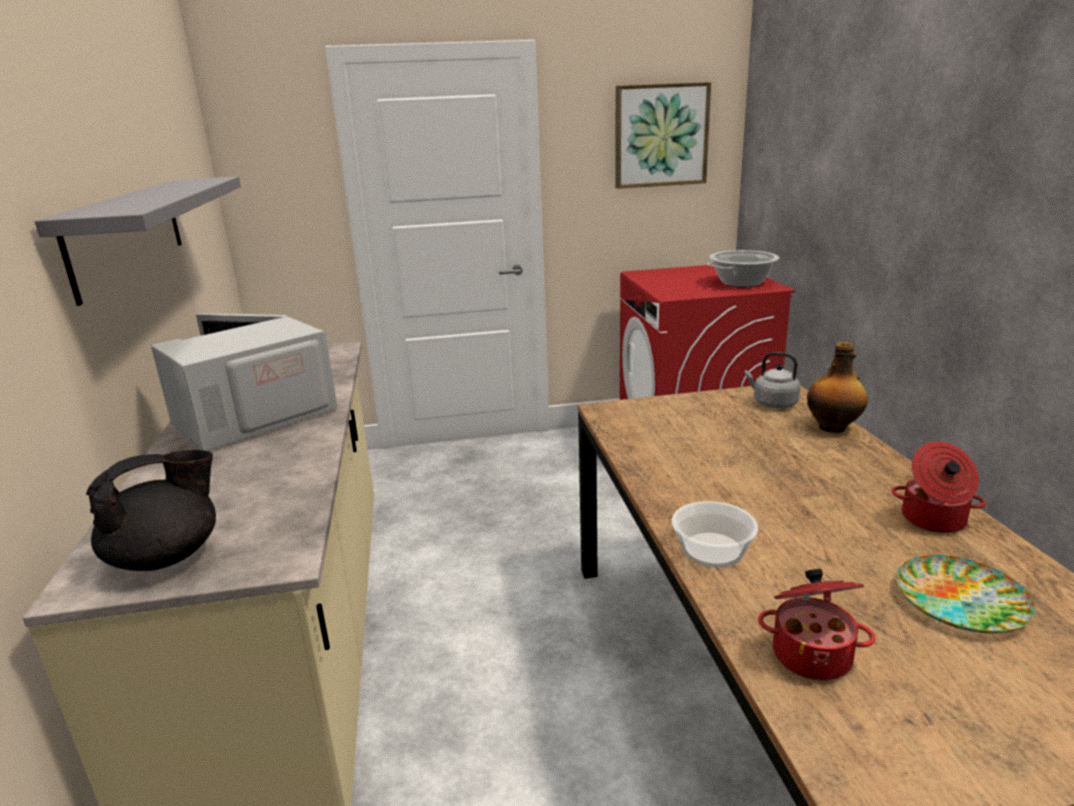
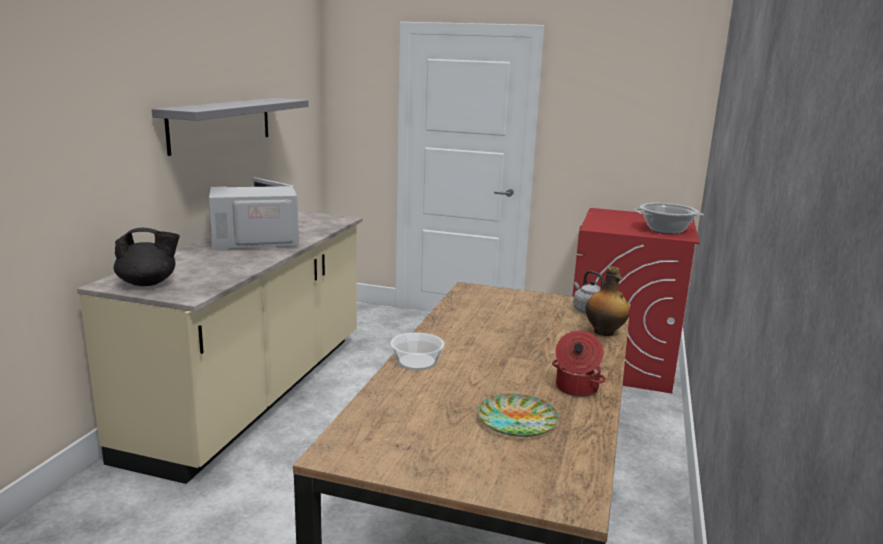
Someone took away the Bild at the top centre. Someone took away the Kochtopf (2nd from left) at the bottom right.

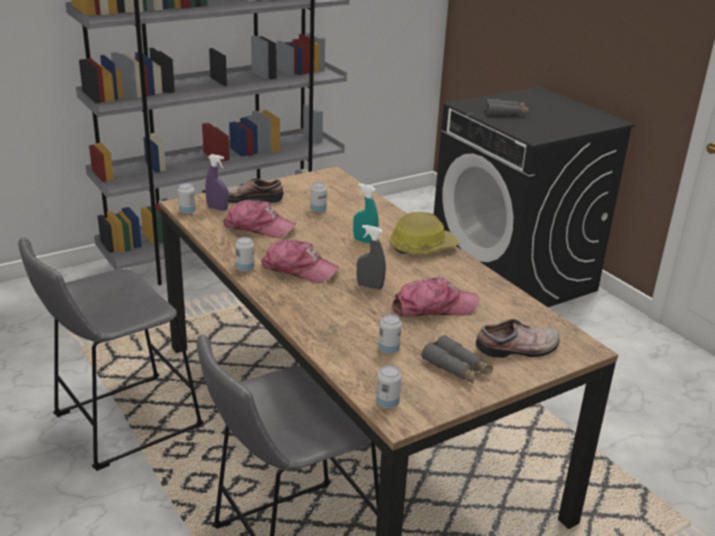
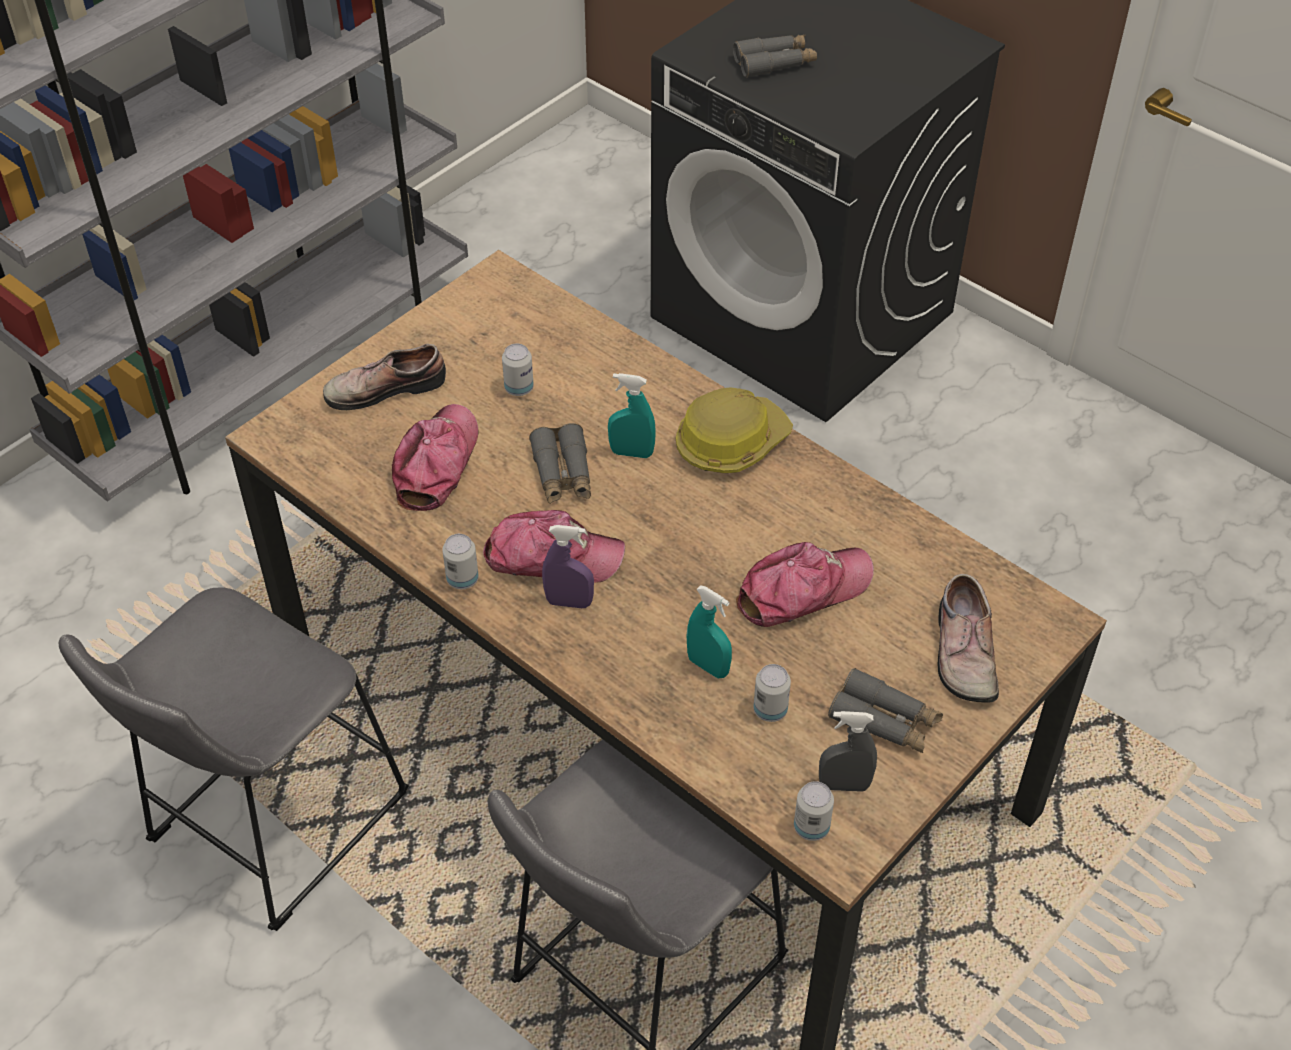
Someone carried the Sprühflasche/lila from the middle left to the centre. Someone took away the Dose (1st from left) at the middle left. Someone rotated the Kappe (1st from left) at the centre by 75 degrees counterclockwise. Someone carried the Sprühflasche/grau from the centre to the bottom centre. Someone rotated the Schuh (2nd from left) at the middle right by 120 degrees clockwise. Someone put down the Fernglas/grau (1st from left) at the centre. Someone put down the Sprühflasche/türkis (2nd from left) at the centre.

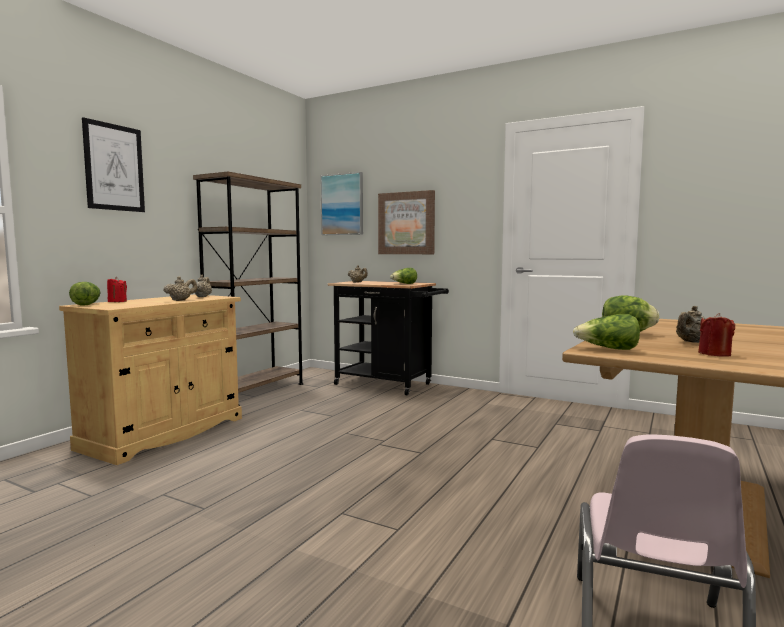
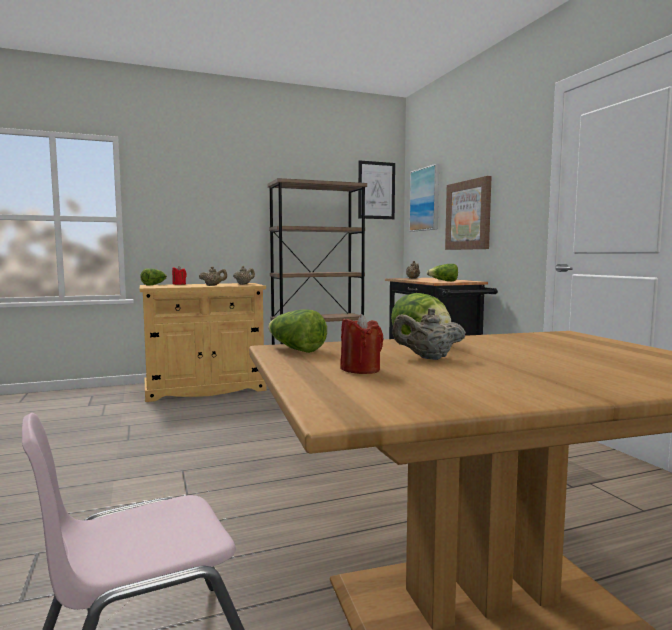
Someone carried the Bild (1st from left) from the top left to the top centre.

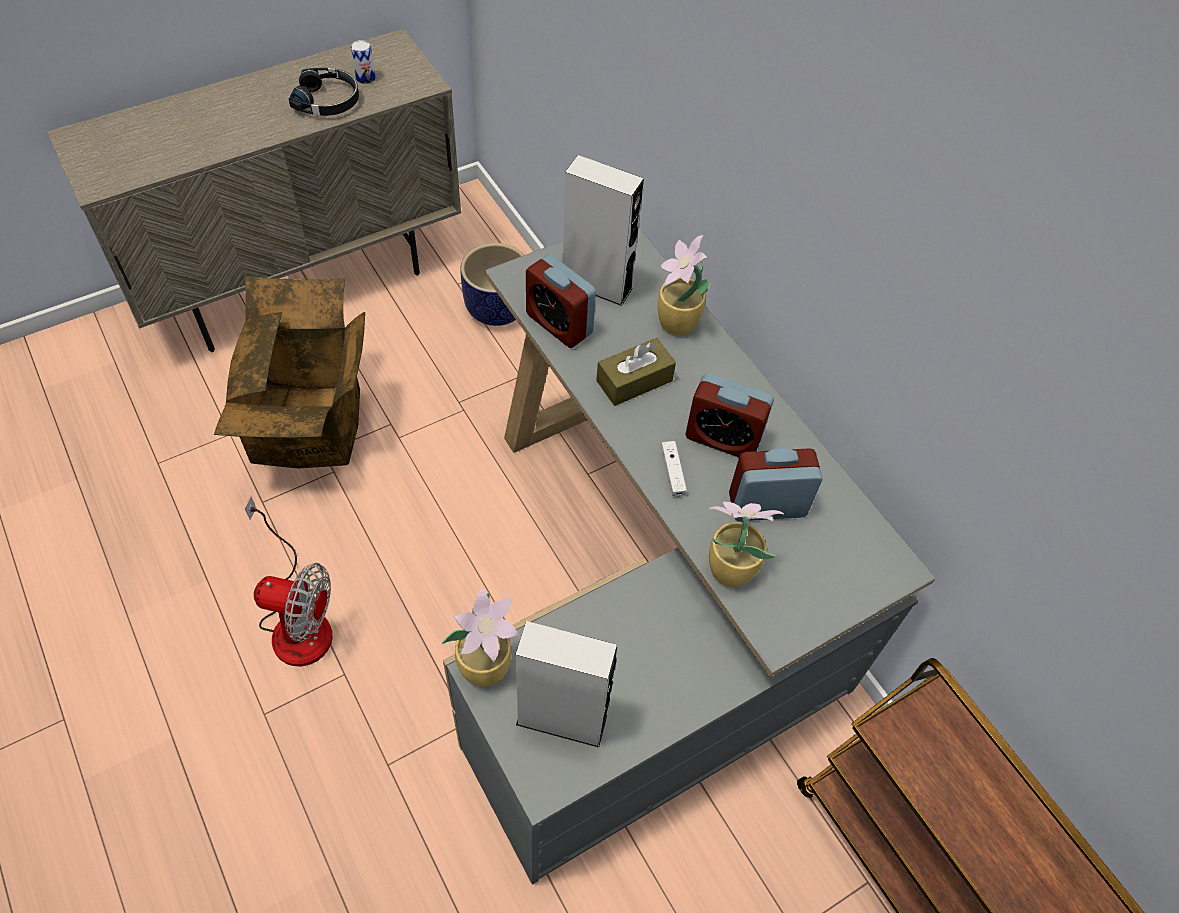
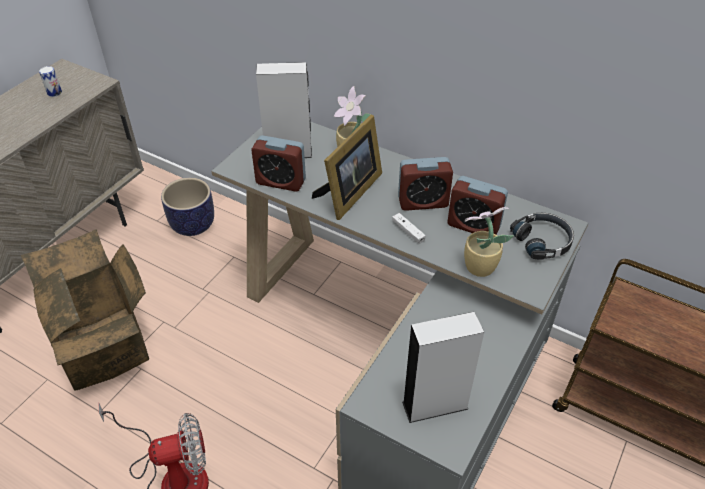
Someone carried the Kopfhörer/schwarz from the top left to the middle right. Someone swapped the Taschentuchbox/braun at the centre for the Bilderrahmen at the centre. Someone rotated the Wecker (3rd from left) at the centre by 120 degrees counterclockwise. Someone took away the Topfpflanze (1st from left) at the bottom centre.

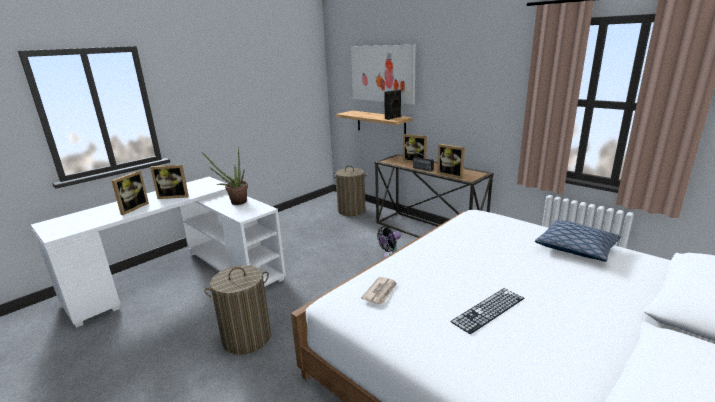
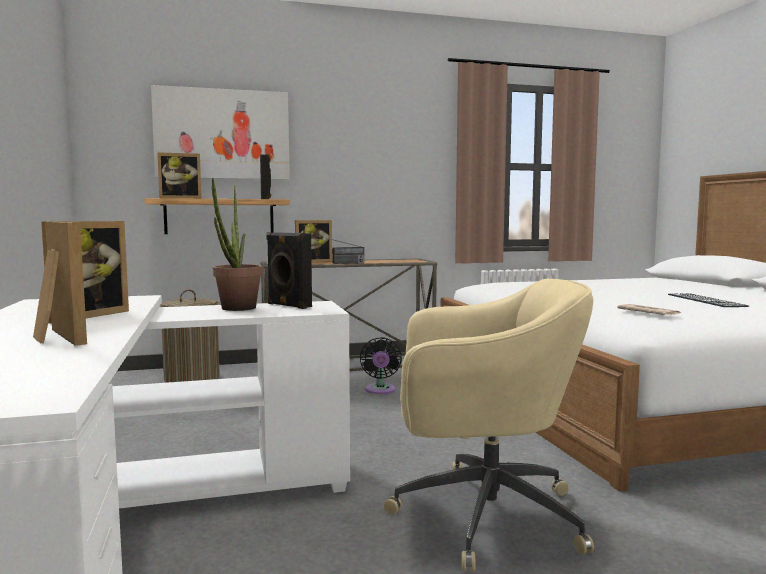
Someone carried the Bilderrahmen (4th from left in the first image) from the centre to the top left. Someone took away the Kissen at the middle right. Someone swapped the Wäschekorb (1st from left) at the bottom left for the Bürostuhl/beige at the bottom centre. Someone put down the Lautsprecher/schwarz (2nd from left) at the centre.

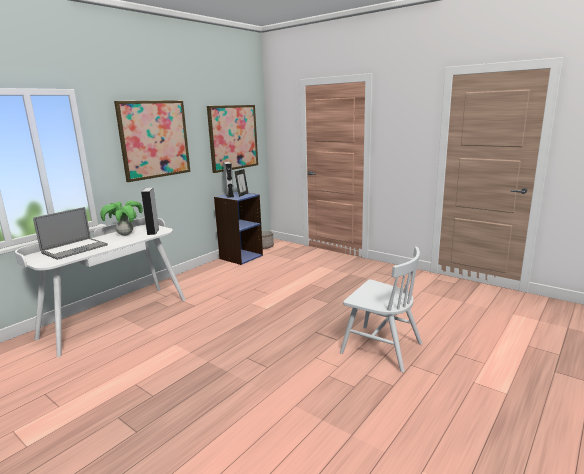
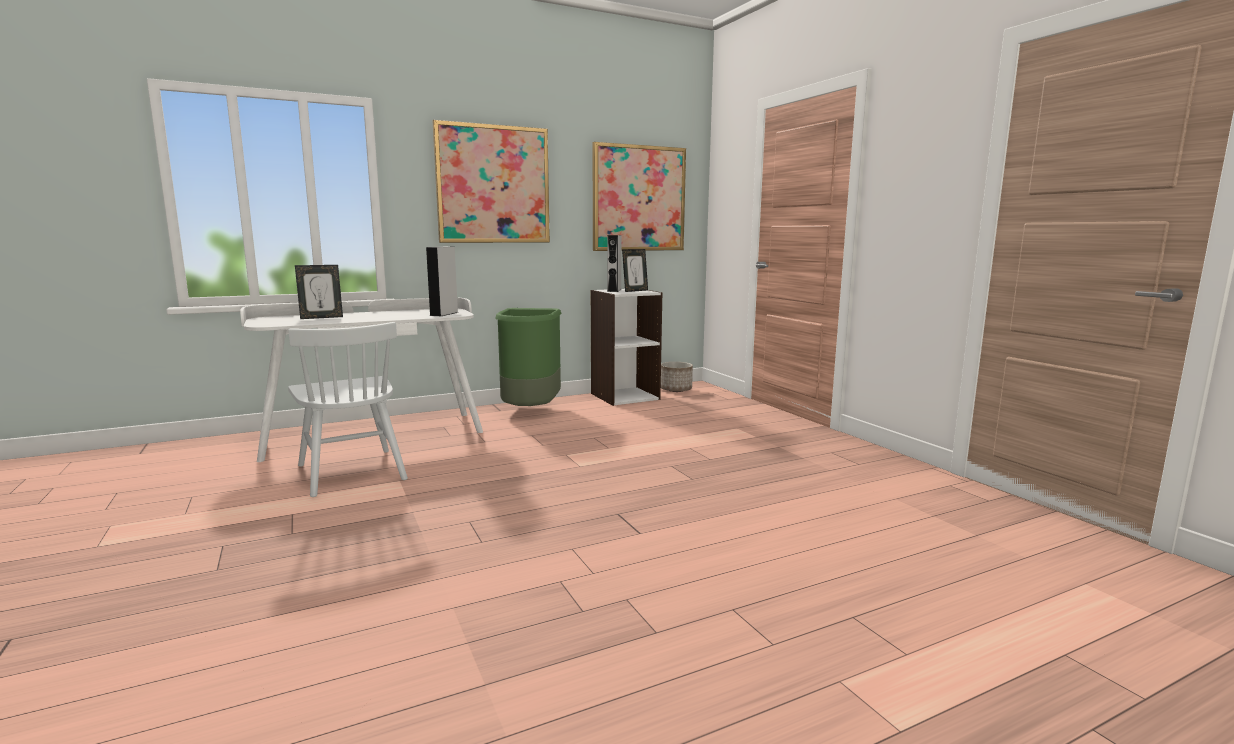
Someone repainted the Bücherregal/blau at the centre, which became the Bücherregal/weiß at the centre. Someone took away the Topfpflanze at the middle left. Someone swapped the Laptop at the middle left for the Bilderrahmen (1st from left) at the middle left. Someone carried the Stuhl/weiß from the centre to the middle left. Someone put down the Mülleimer/grün at the centre.

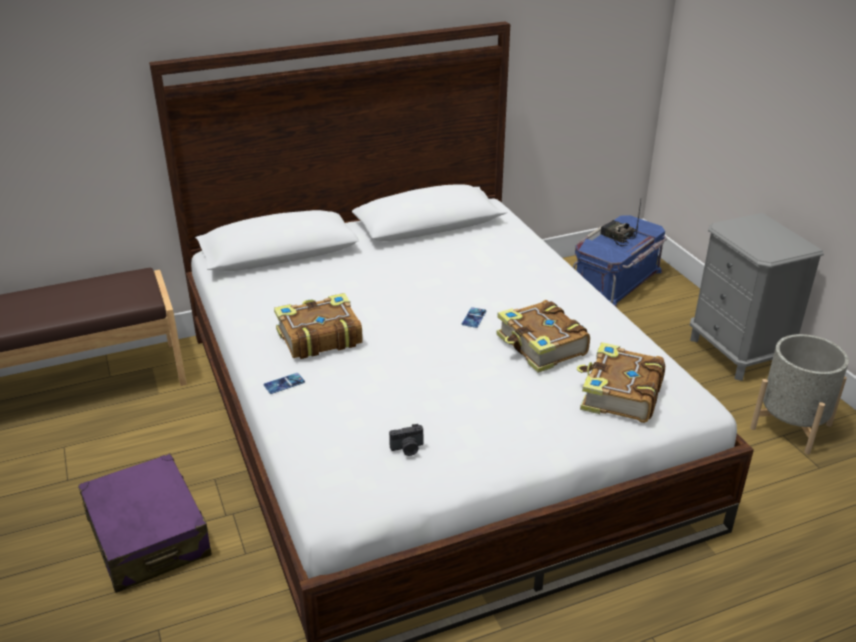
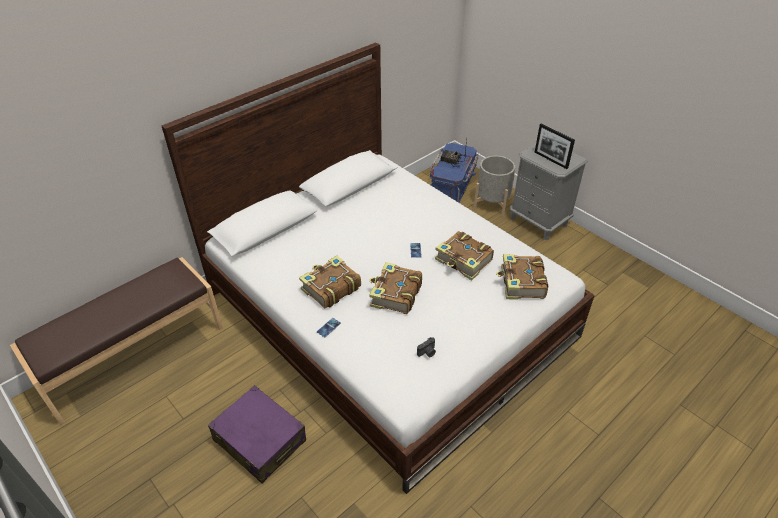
Someone carried the Pflanzkübel/grau from the middle right to the centre. Someone put down the Bilderrahmen at the top right. Someone put down the Buch (2nd from left) at the centre.

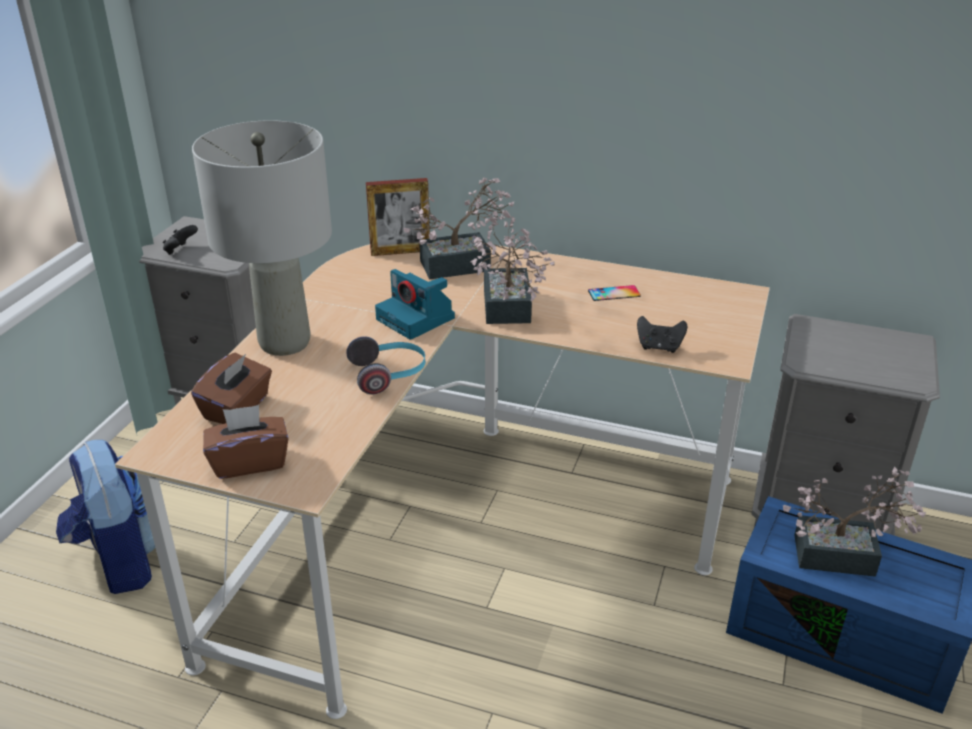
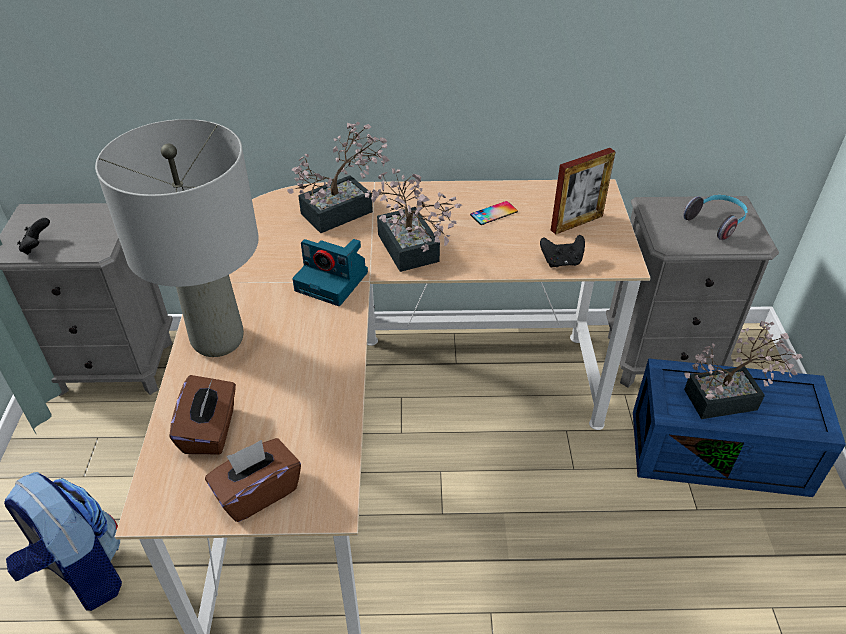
Someone carried the Bilderrahmen from the top centre to the top right. Someone carried the Kopfhörer from the centre to the middle right.

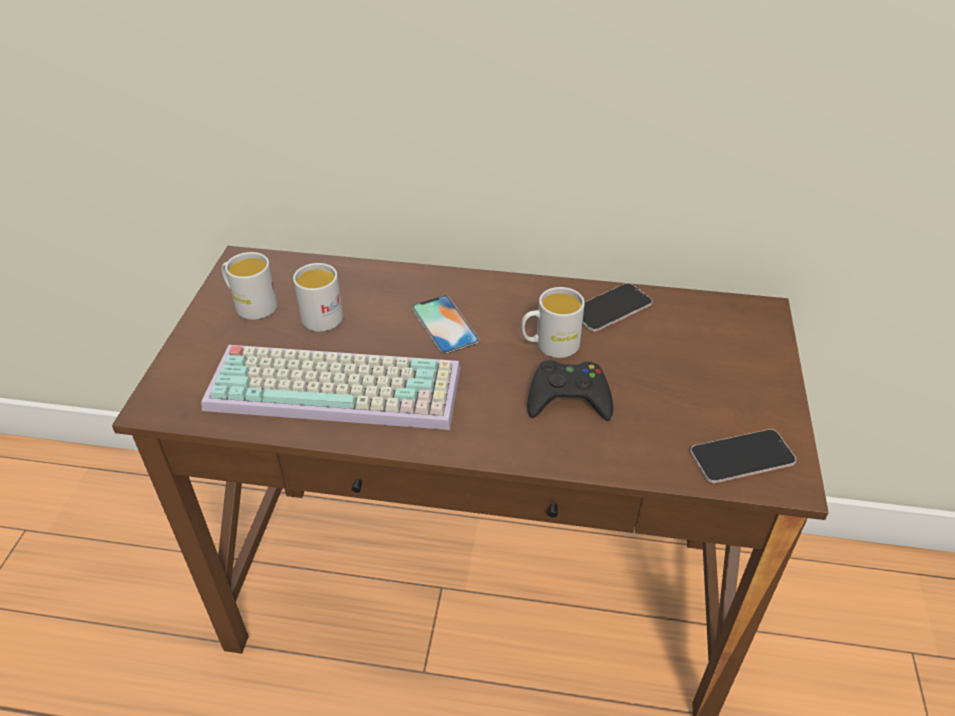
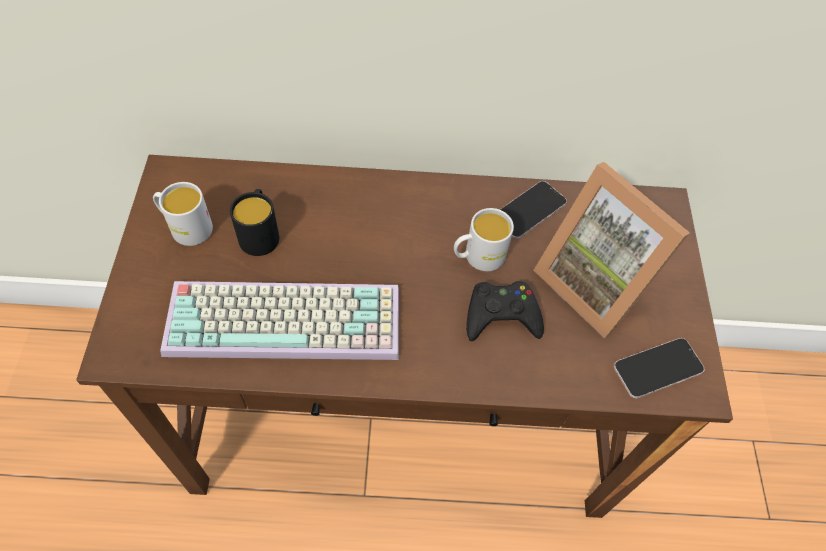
Someone repainted the Henkelbecher/weiß (2nd from left) at the middle left, which became the Henkelbecher/schwarz at the middle left. Someone took away the Handy (1st from left) at the centre. Someone put down the Bilderrahmen at the middle right.

